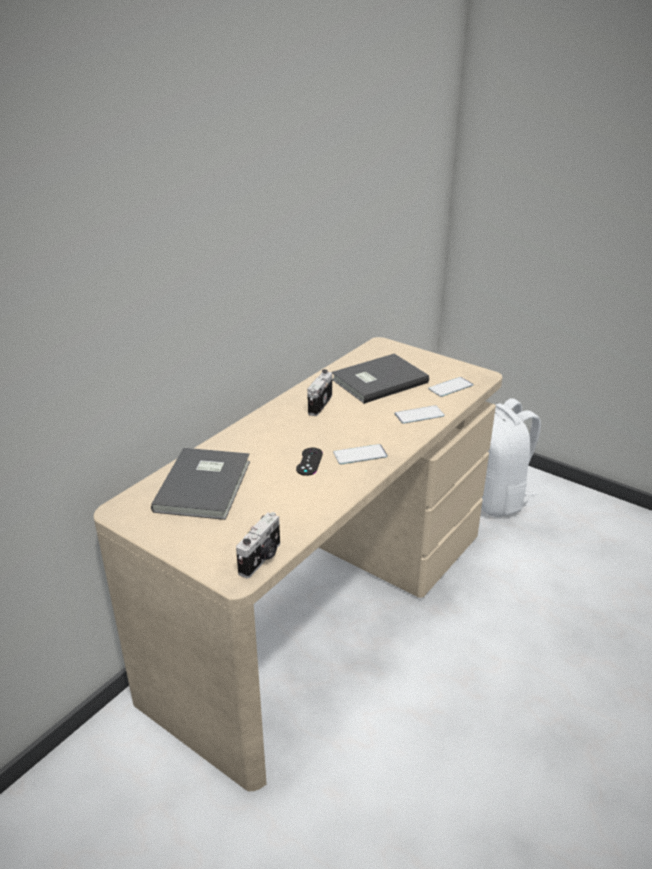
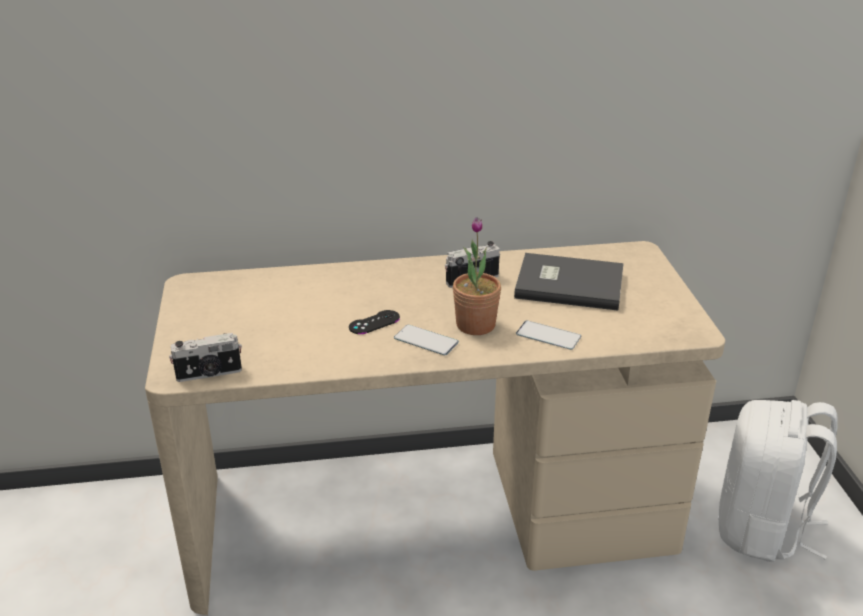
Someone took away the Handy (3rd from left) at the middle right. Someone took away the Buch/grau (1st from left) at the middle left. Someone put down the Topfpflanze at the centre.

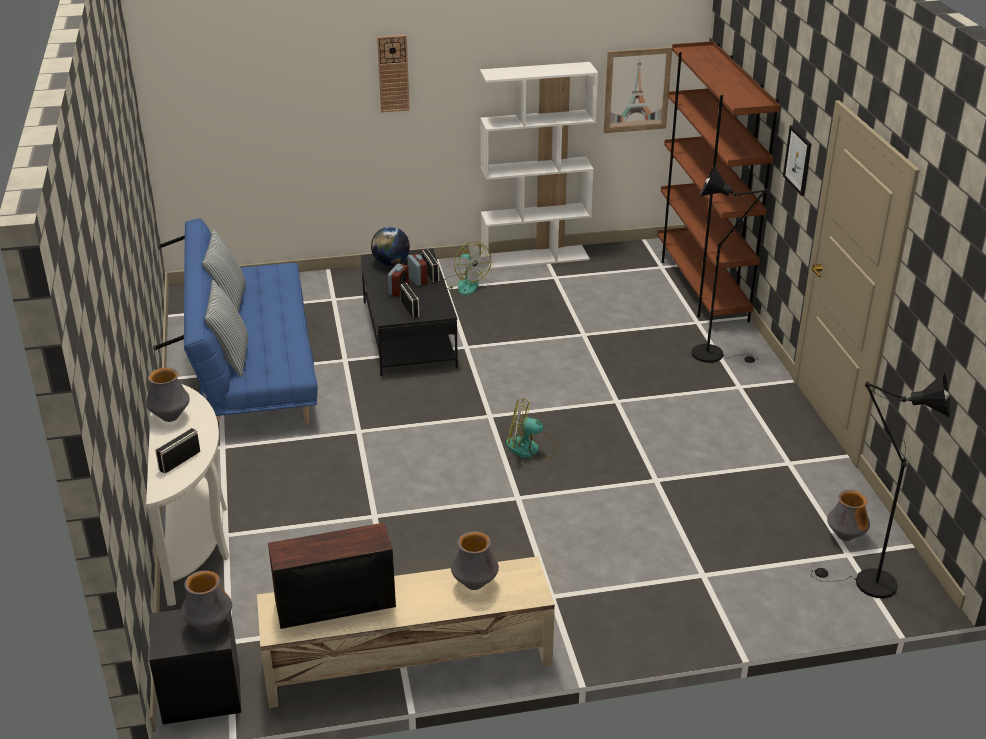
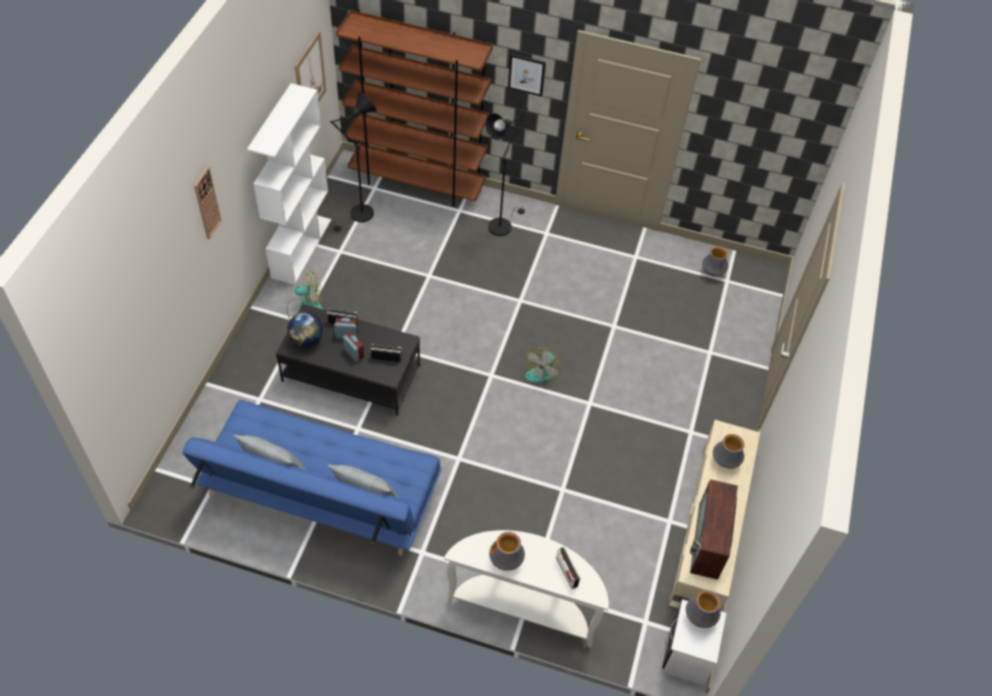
Someone carried the Stehlampe/schwarz (2nd from left in the first image) from the middle right to the top centre. Someone repainted the Nachttisch/schwarz at the bottom left, which became the Nachttisch/weiß at the bottom right.

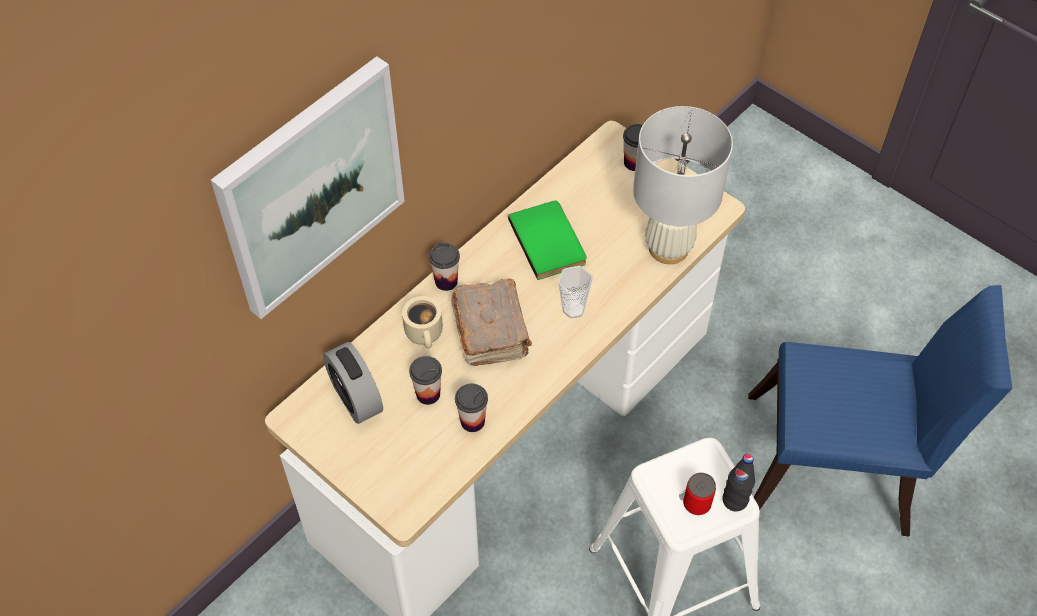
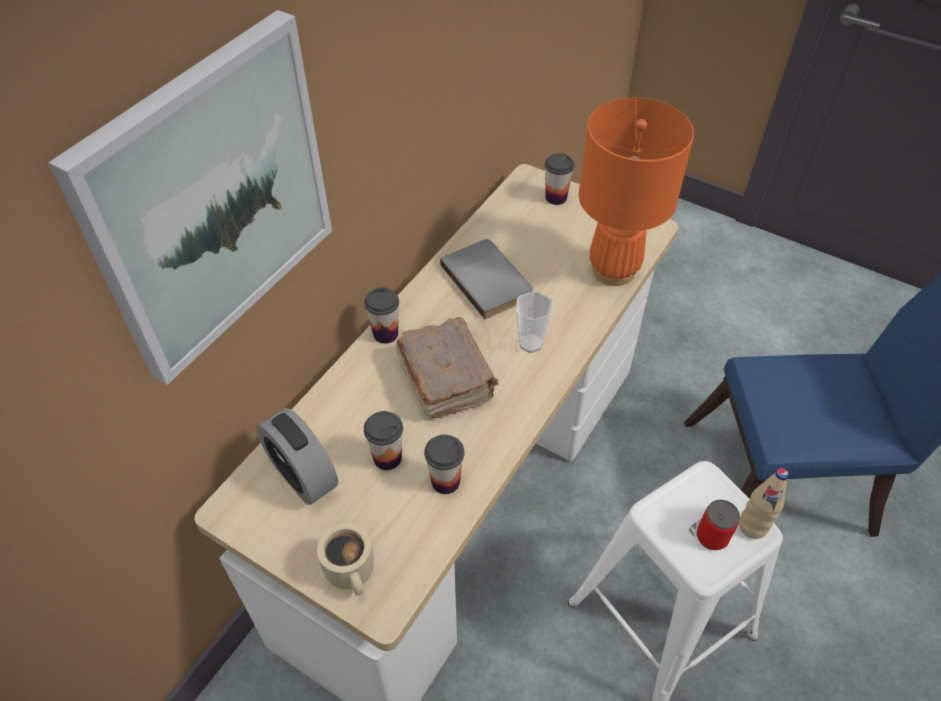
Someone repainted the Tischlampe/weiß at the top centre, which became the Tischlampe/orange at the top right. Someone repainted the Buch/grün at the centre, which became the Buch/grau at the centre. Someone carried the Henkelbecher/beige from the centre to the bottom centre. Someone repainted the Flasche/schwarz at the bottom right, which became the Flasche/beige at the bottom right.

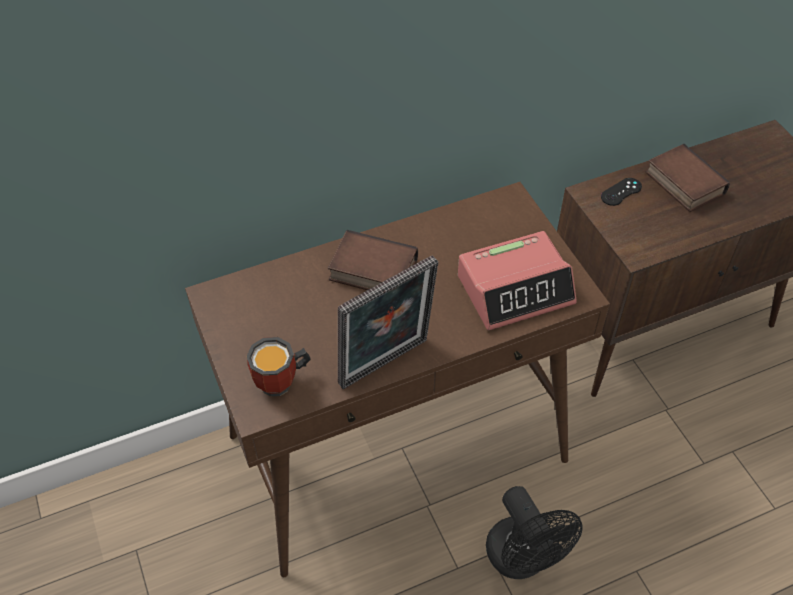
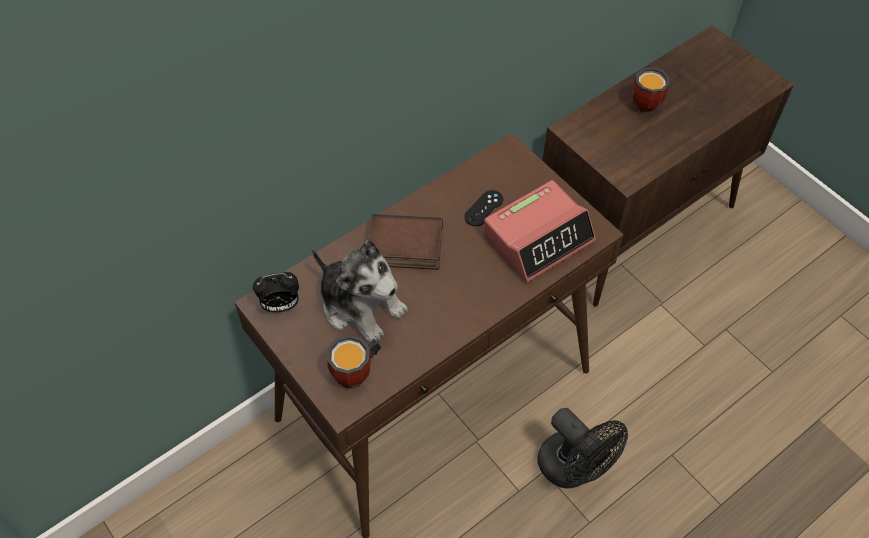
Someone swapped the Buch (2nd from left) at the top right for the Henkelbecher (2nd from left) at the top right. Someone carried the Gamepad/schwarz from the top right to the centre. Someone took away the Bilderrahmen at the centre. Someone put down the Plüschtier at the centre. Someone put down the Wecker (1st from left) at the middle left.

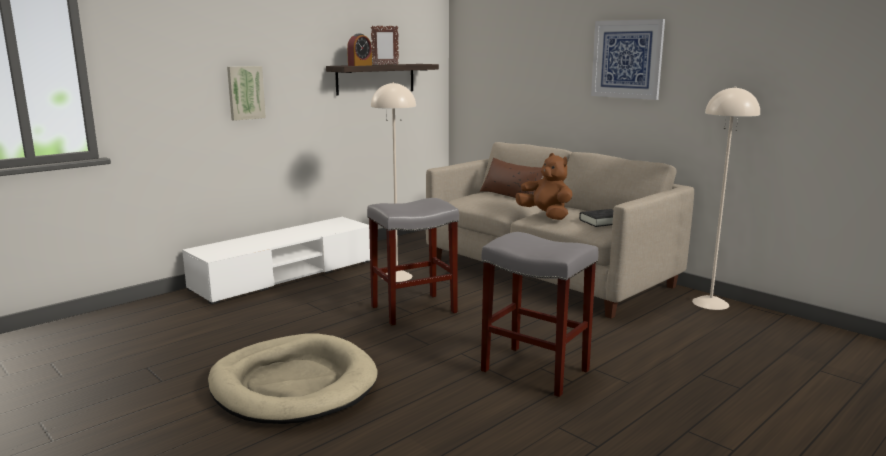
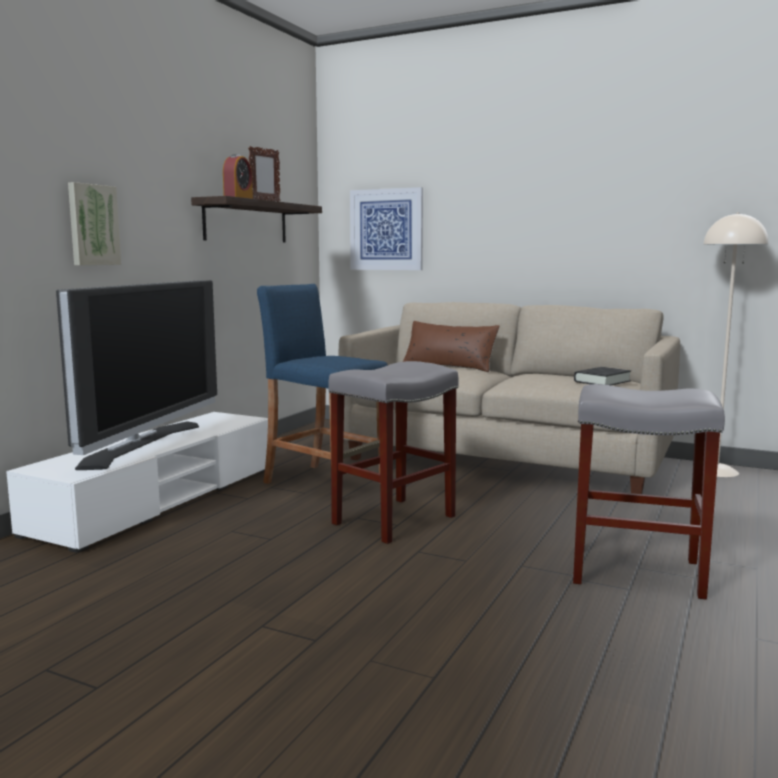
Someone carried the Bild (2nd from left) from the top right to the top centre. Someone swapped the Stehlampe/beige (1st from left) at the centre for the Hocker/blau at the centre. Someone took away the Plüschtier/braun at the centre. Someone took away the Hundebett/beige at the bottom left. Someone put down the Fernseher at the middle left.

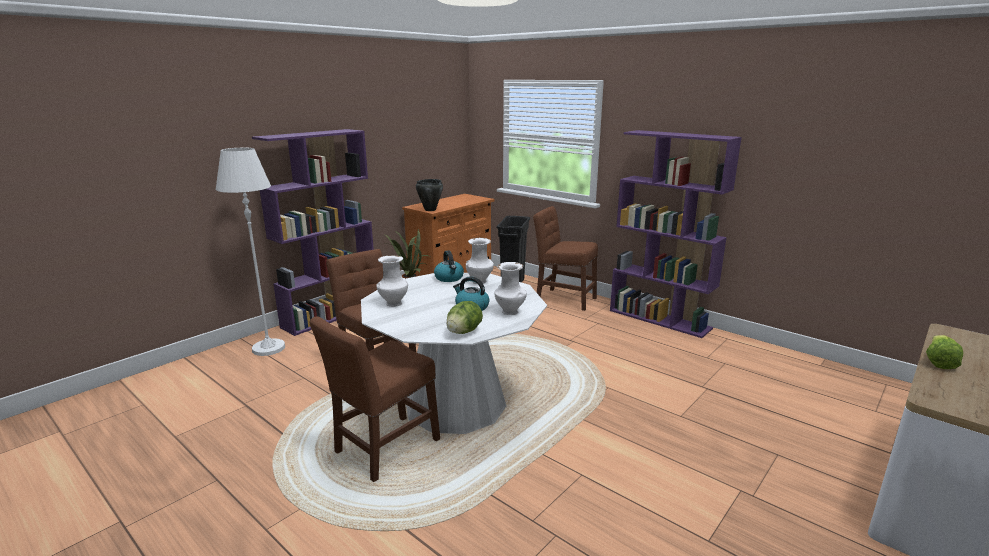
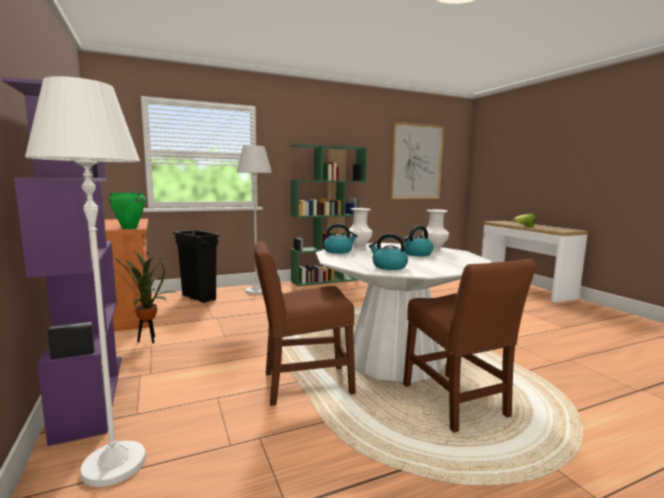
Someone repainted the Bücherregal/lila (2nd from left) at the middle right, which became the Bücherregal/grün at the centre. Someone repainted the Kochtopf/schwarz at the centre, which became the Kochtopf/grün at the middle left. Someone swapped the Stuhl/braun (3rd from left) at the centre for the Stehlampe/weiß (2nd from left) at the centre. Someone swapped the Vase/weiß (1st from left) at the centre for the Wasserkessel (2nd from left) at the centre. Someone took away the Salatkopf (1st from left) at the centre. Someone put up the Bild at the top centre.

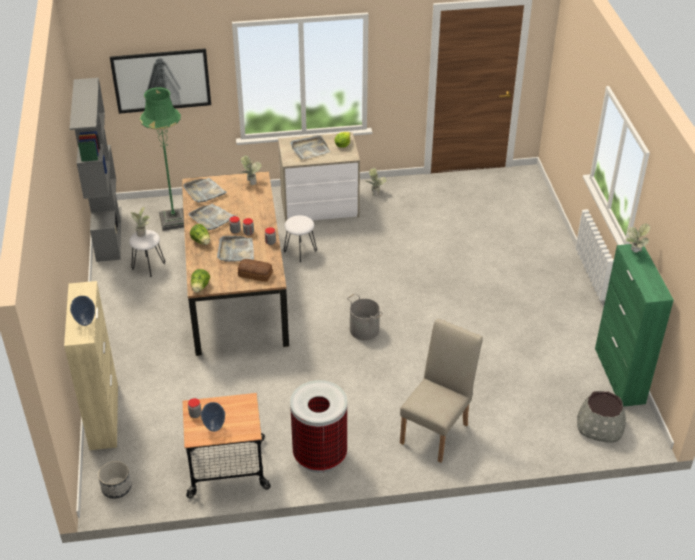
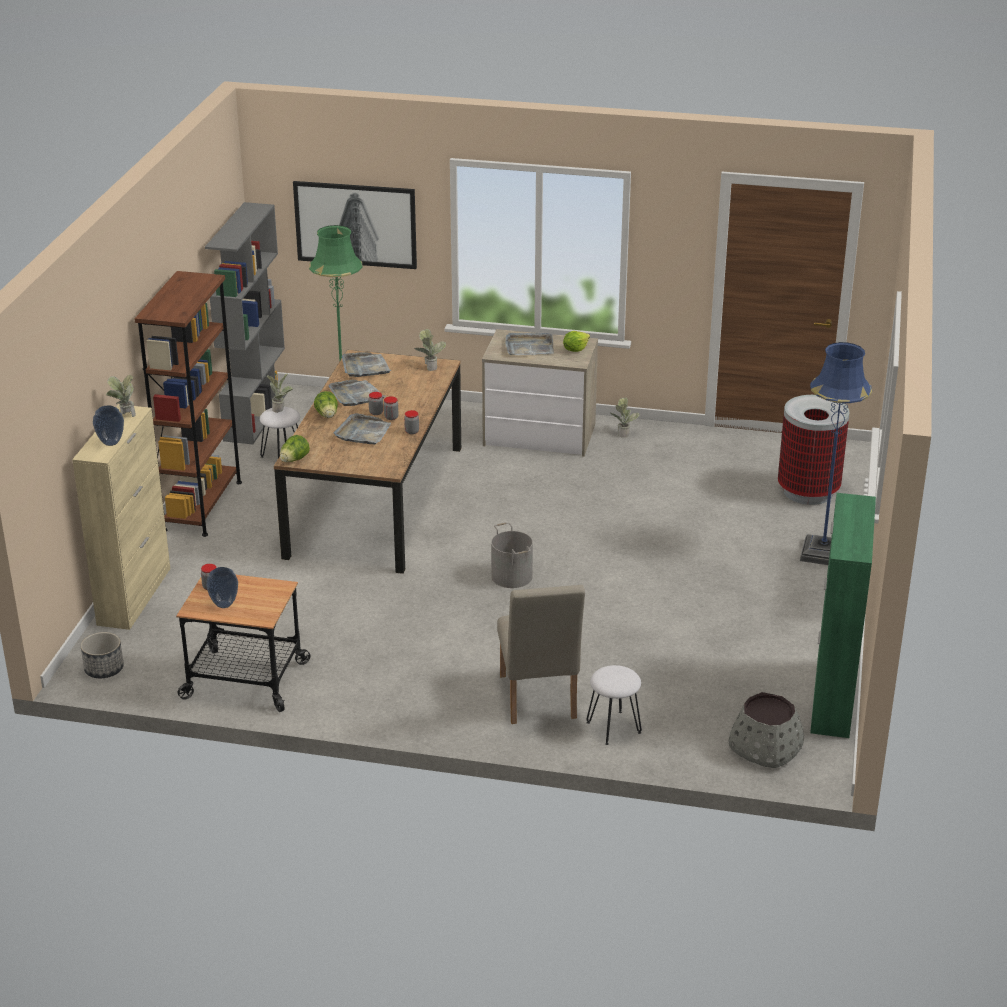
Someone carried the Hocker/weiß (2nd from left) from the centre to the bottom centre. Someone carried the Topfpflanze (4th from left in the first image) from the middle right to the middle left. Someone took away the Brot at the centre. Someone rotated the Stuhl/beige at the bottom centre by 120 degrees clockwise. Someone carried the Mülleimer from the bottom centre to the middle right. Someone put down the Bücherregal/braun at the middle left. Someone put down the Stehlampe/blau at the middle right.

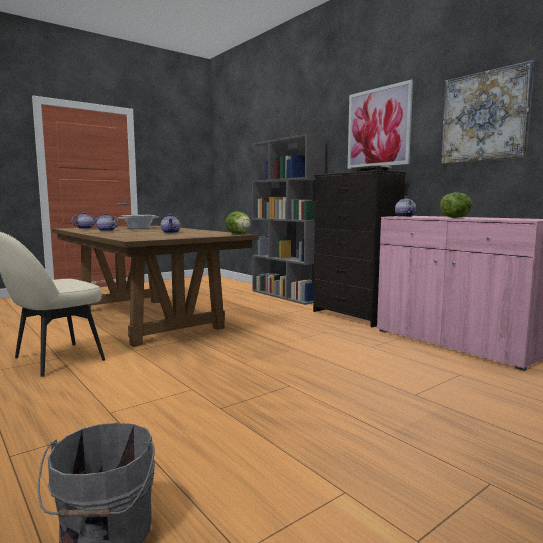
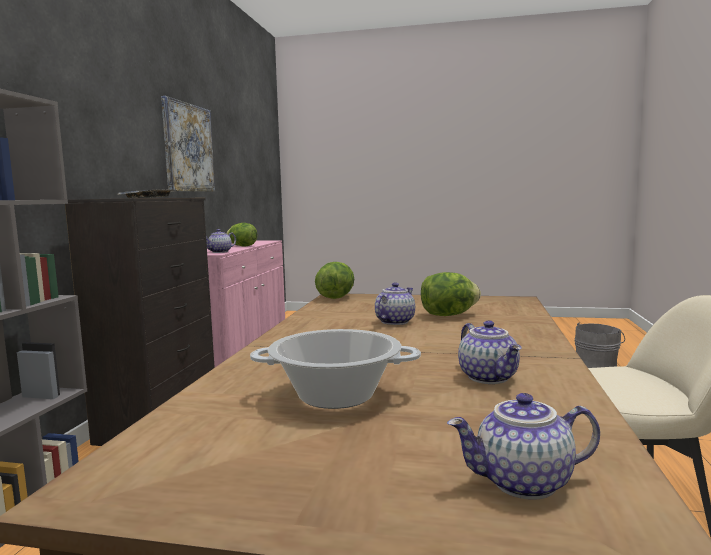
Someone took away the Bild (1st from left) at the top right. Someone put down the Salatkopf (3rd from left) at the centre.

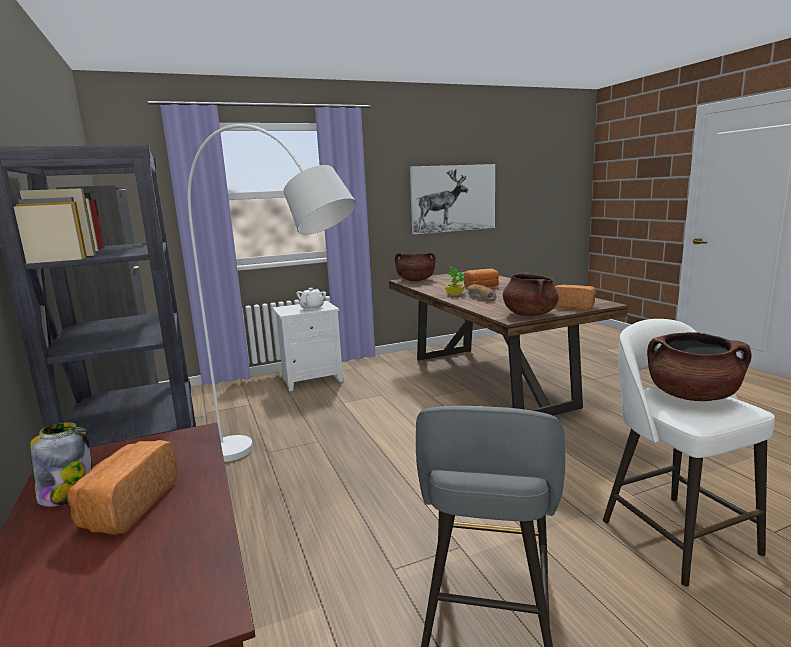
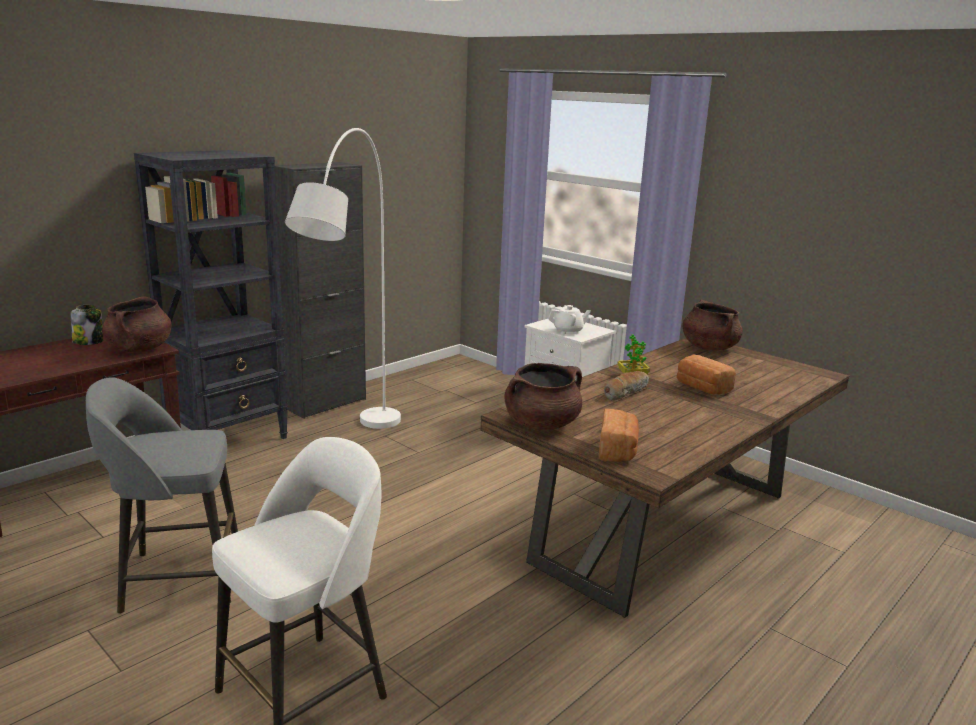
Someone took away the Bild at the top centre. Someone carried the Kochtopf/braun (3rd from left in the first image) from the middle right to the middle left. Someone took away the Brot (1st from left) at the bottom left.

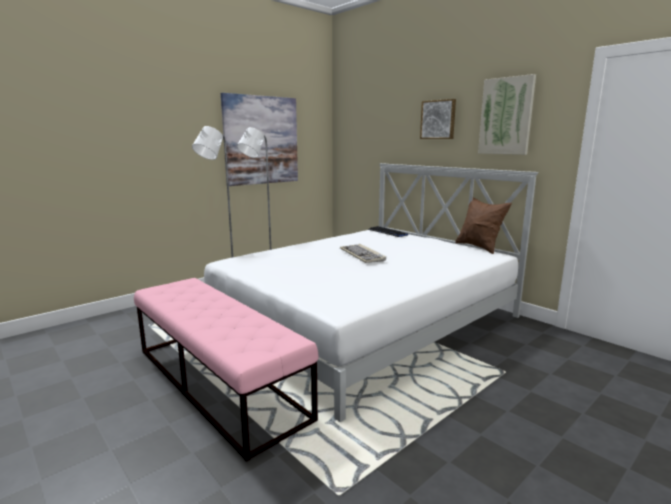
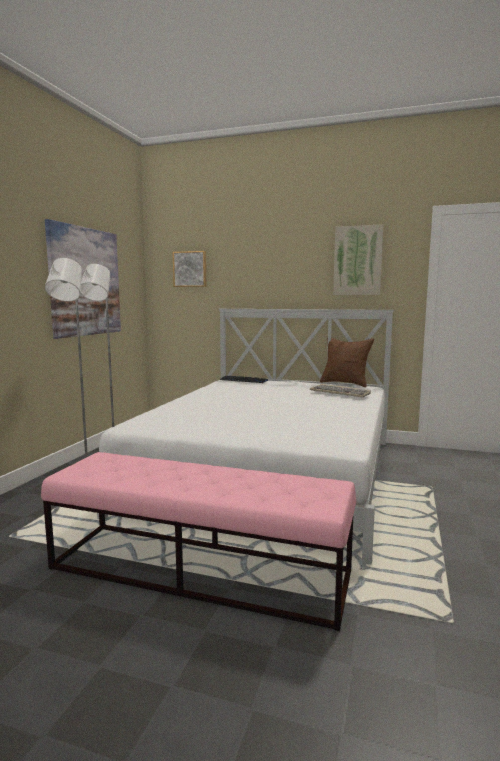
Someone carried the Bild (2nd from left) from the top centre to the centre. Someone carried the Tastatur (1st from left in the first image) from the centre to the middle right.

